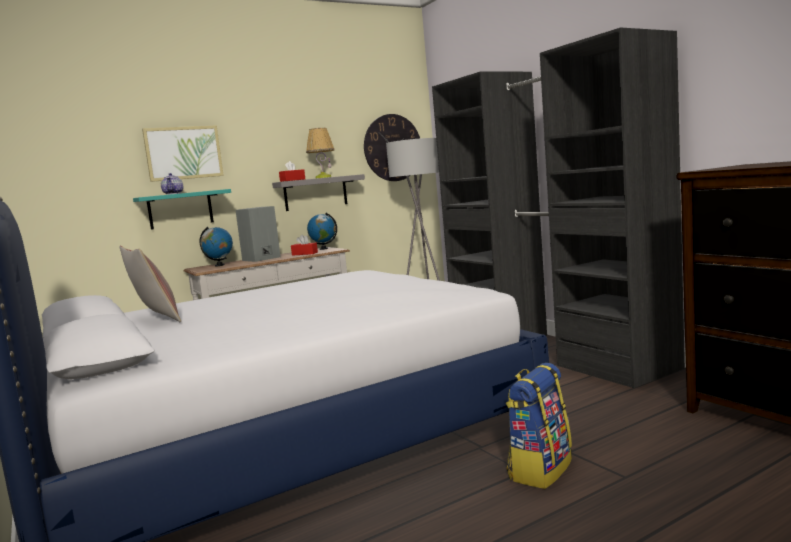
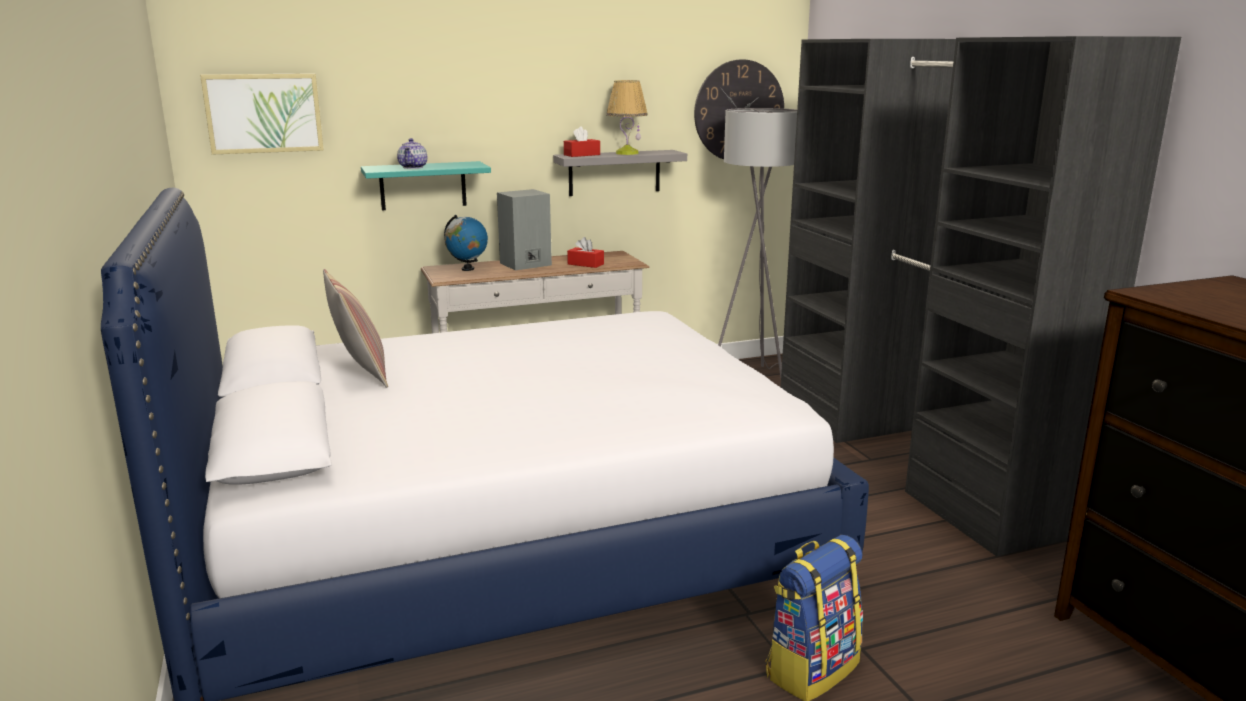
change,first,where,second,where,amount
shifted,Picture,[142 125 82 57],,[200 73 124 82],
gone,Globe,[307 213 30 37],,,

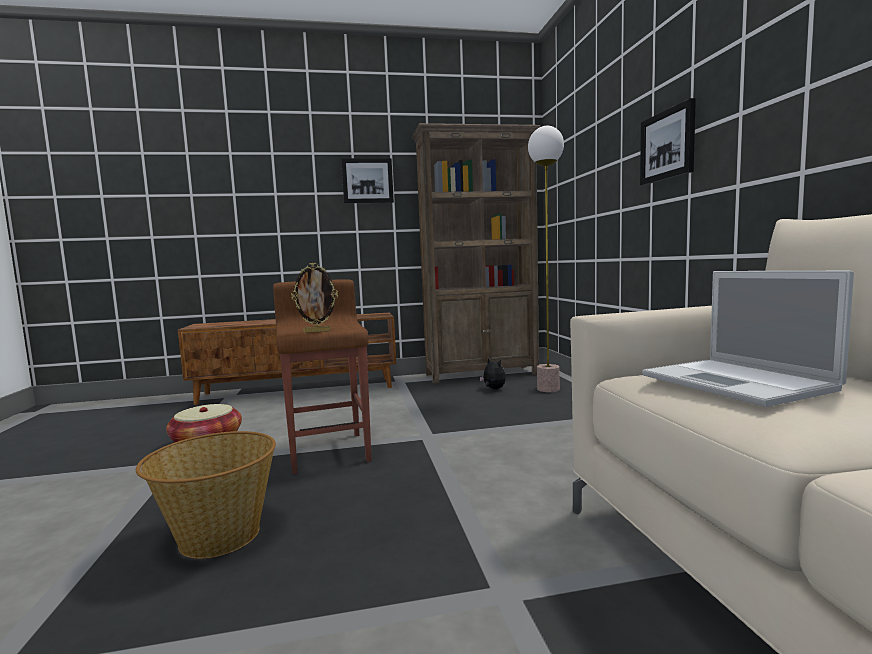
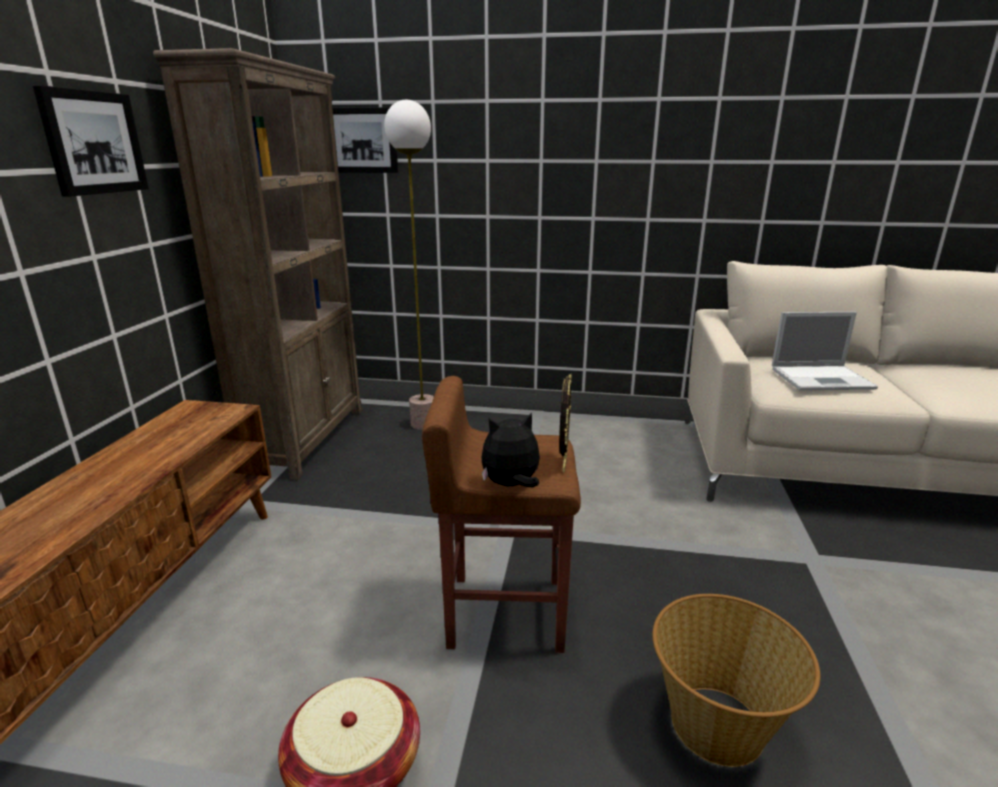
change,first,where,second,where,amount
shifted,Picture,[640 98 56 87],,[332 107 66 66],
shifted,PlushToy,[480 357 26 32],,[482 412 58 75],

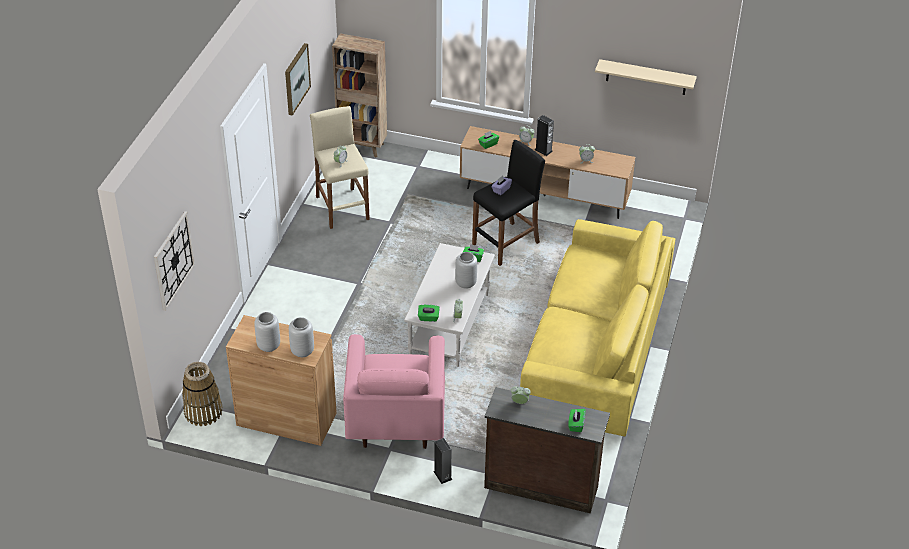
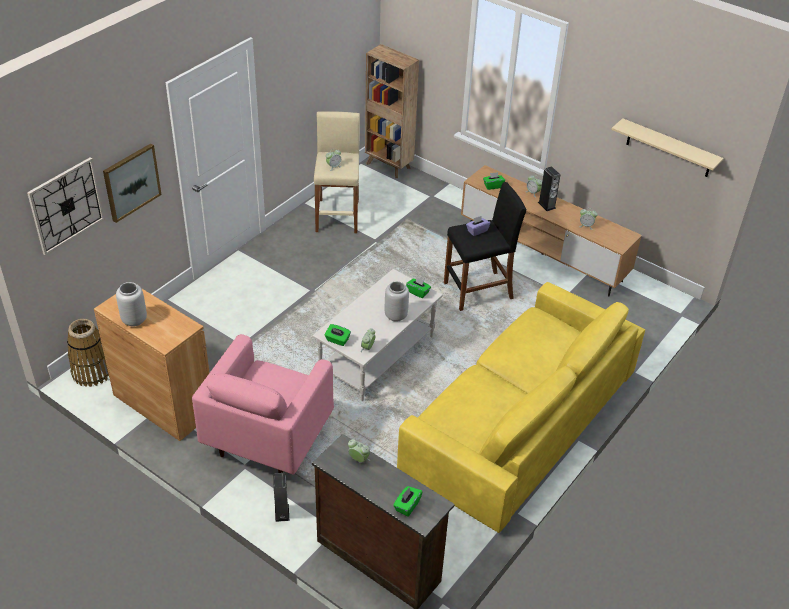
change,first,where,second,where,amount
shifted,Picture,[285 43 26 73],,[103 143 59 80],
gone,GreyVase,[289 317 25 40],,,

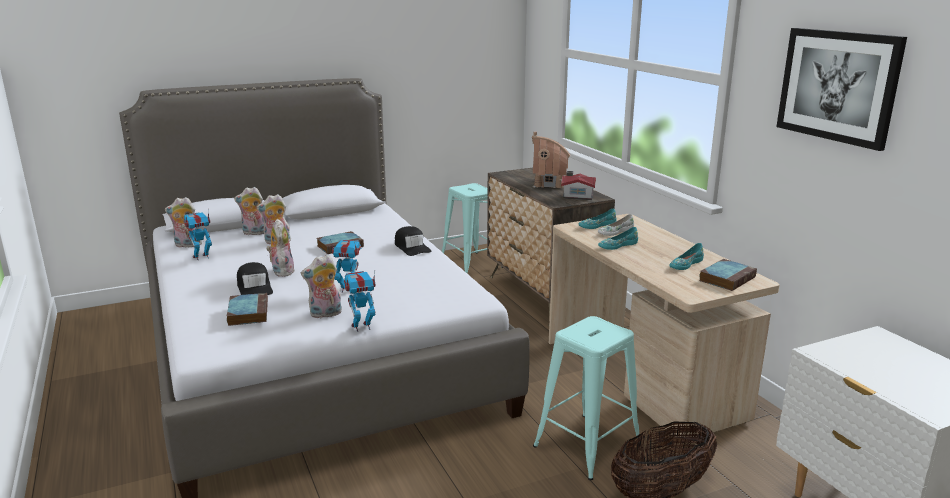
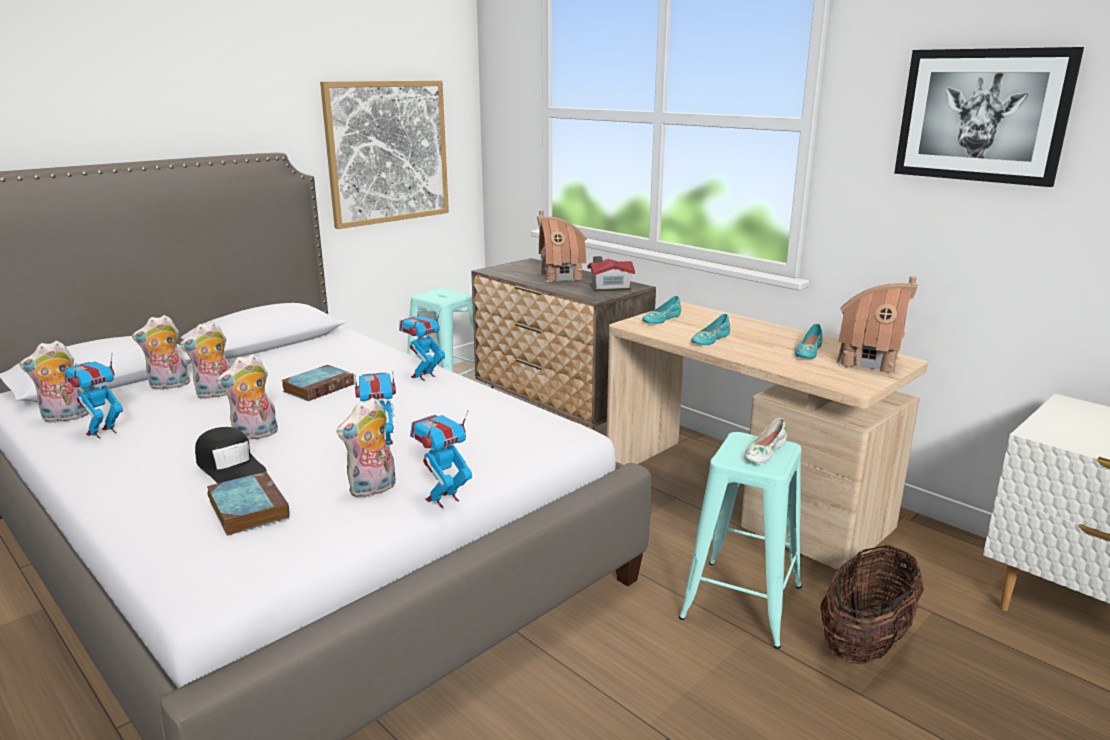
change,first,where,second,where,amount
rotated,PlushToy,[266 219 29 58],,[216 354 62 87],90 degrees counterclockwise
new,,,Picture,[320 81 129 148],
swapped,BlackCap,[395 226 36 30],ToyRobot,[399 309 46 72],
shifted,WhiteShoe,[598 214 36 22],,[744 418 43 45],
swapped,Book,[699 259 58 32],ToyHouse,[836 276 82 97],

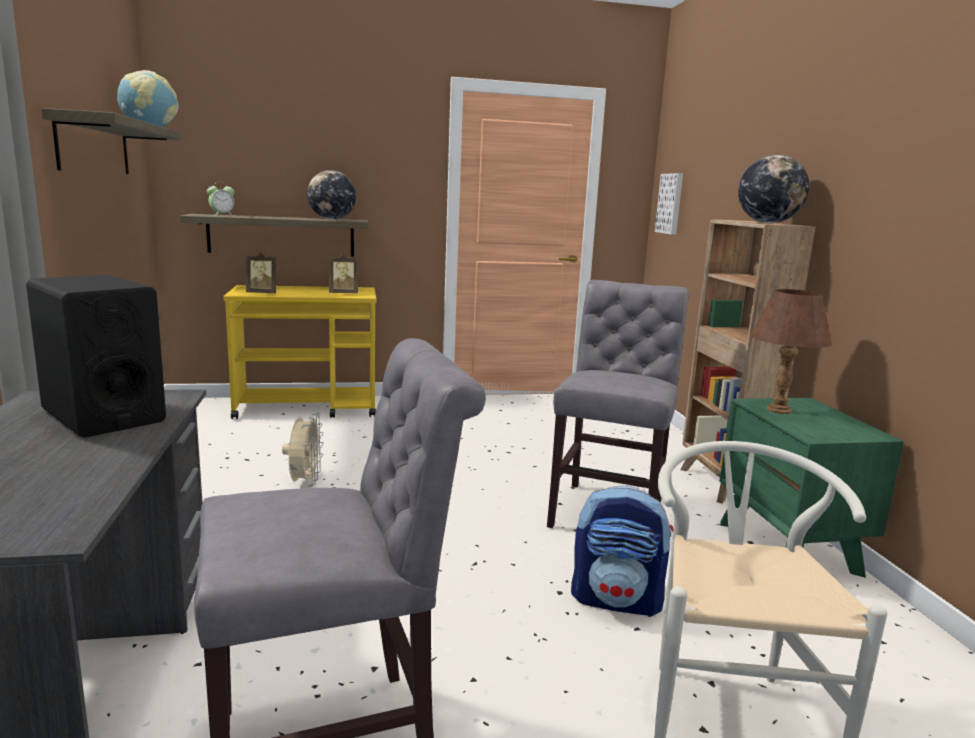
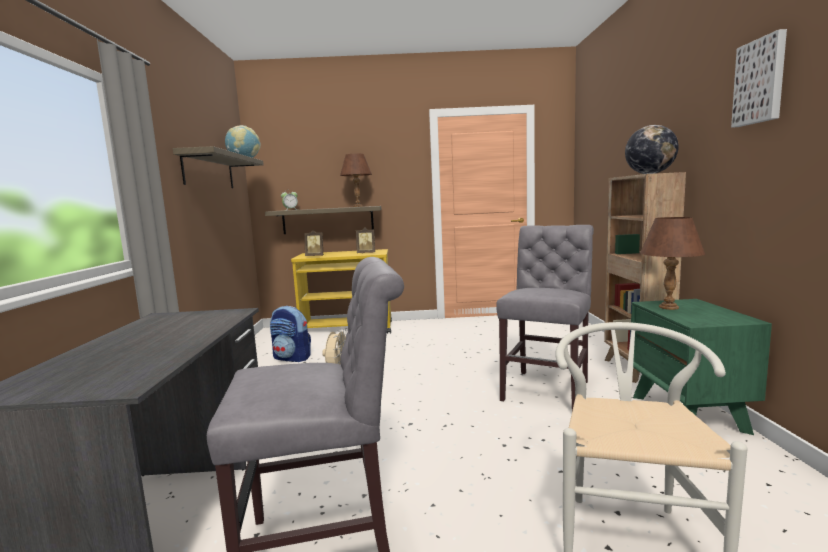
change,first,where,second,where,amount
shifted,Backpack,[571 486 103 131],,[270 306 41 56],
swapped,Globe,[307 170 49 50],BrownTableLamp,[340 154 32 53],
shifted,Picture,[655 173 28 62],,[731 29 56 99],
gone,BlackSpeaker,[26 275 140 163],,,

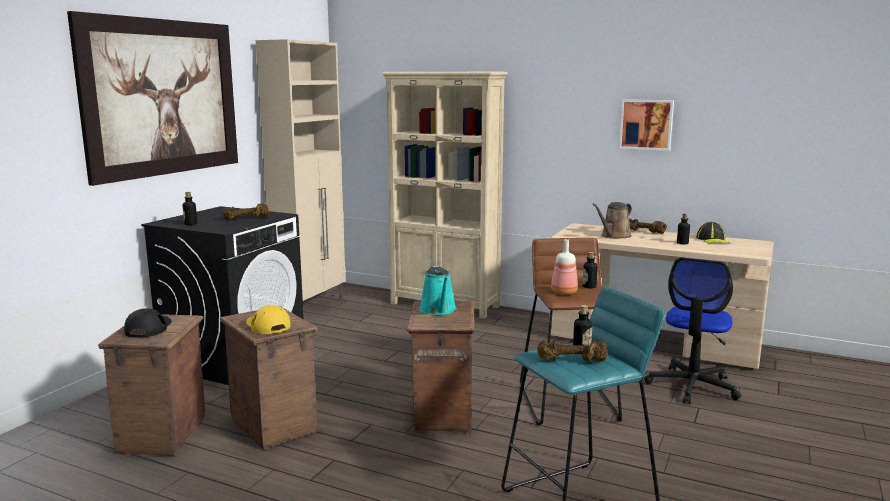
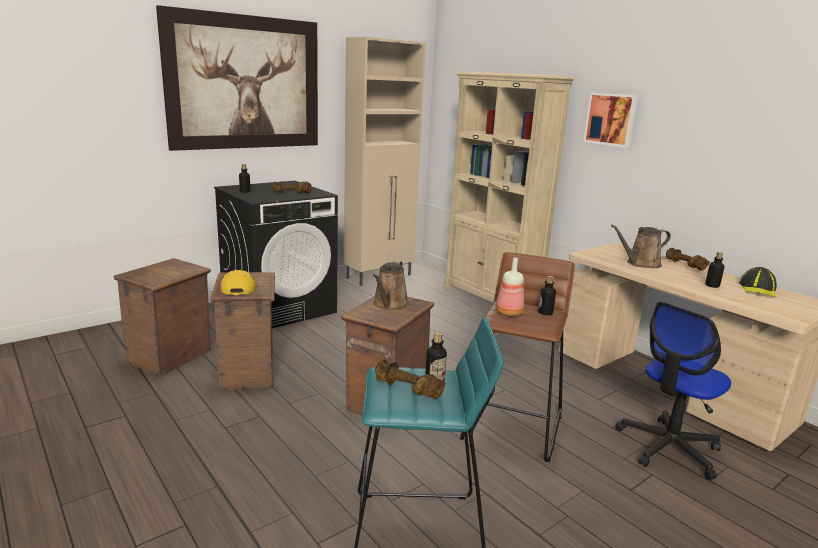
change,first,where,second,where,amount
repainted,TurquoiseWateringCan,[419 266 37 49],BrownWateringCan,[373 261 36 49],
shifted,Picture,[619 99 55 52],,[583 92 55 56],
gone,BlackCap,[124 308 48 30],,,

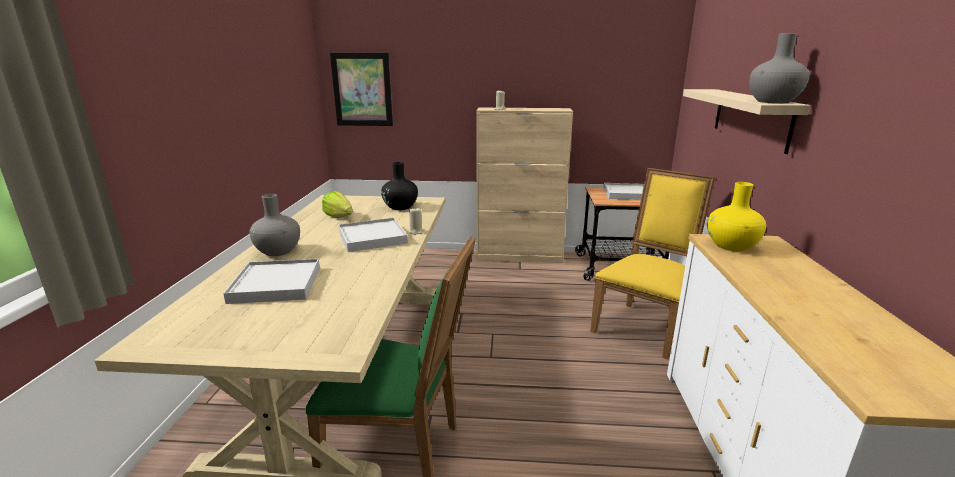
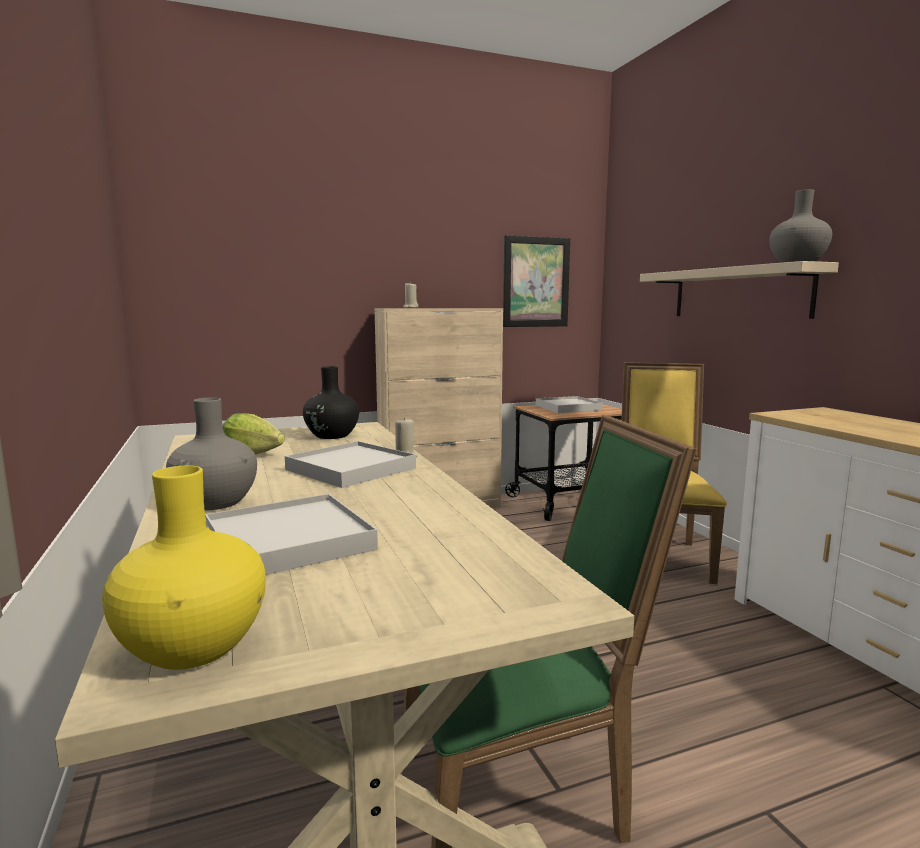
change,first,where,second,where,amount
shifted,YellowVase,[707 182 59 69],,[102 466 164 204],
shifted,Picture,[330 53 63 73],,[503 235 67 92],

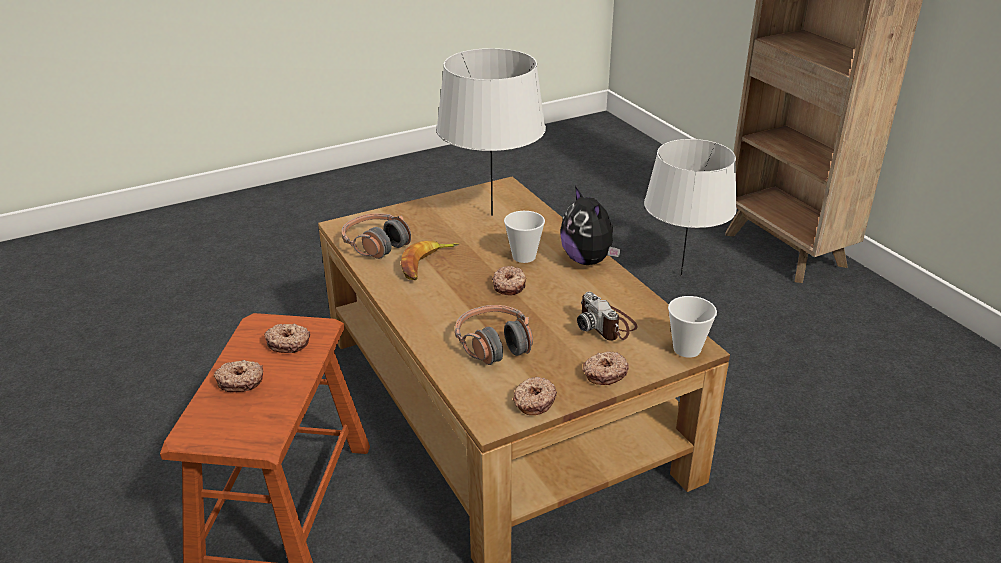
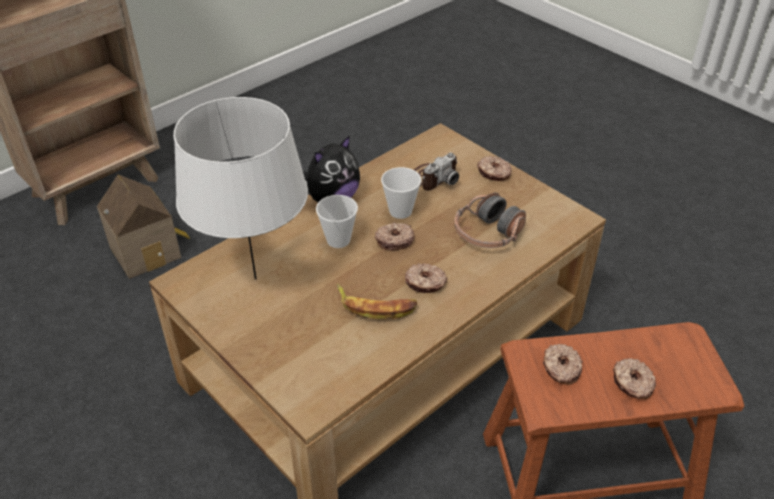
change,first,where,second,where,amount
swapped,WhiteTableLamp,[644 139 93 137],ToyHouse,[97 175 93 104],
shifted,Cup,[668 296 49 62],,[381 167 40 52],
shifted,Donut,[513 376 44 39],,[405 263 42 30],
gone,Headphones,[342 213 69 46],,,

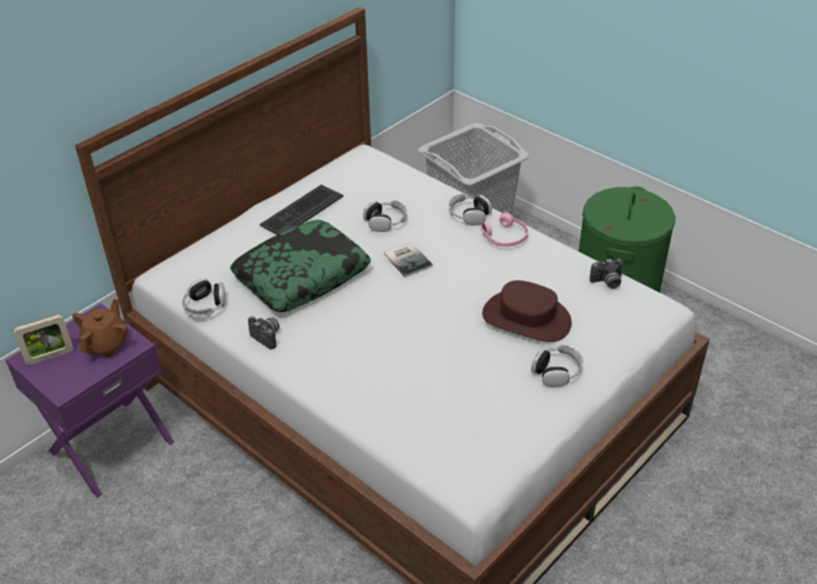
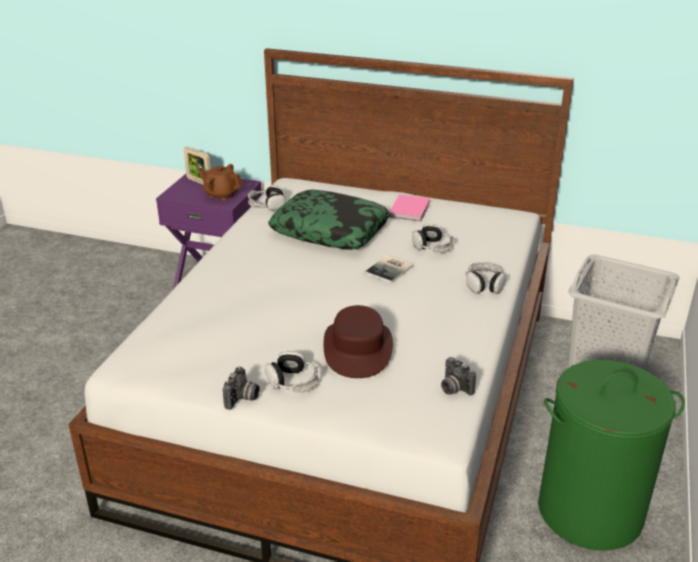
change,first,where,second,where,amount
rotated,BrownTeapot,[72 299 56 58],,[198 164 45 37],150 degrees counterclockwise
shifted,PhotoCamera,[248 316 32 33],,[223 367 37 43],
swapped,Keyboard,[260 185 83 50],PinkBook,[389 194 41 28],
gone,PinkHeadphones,[481 212 48 35],,,

